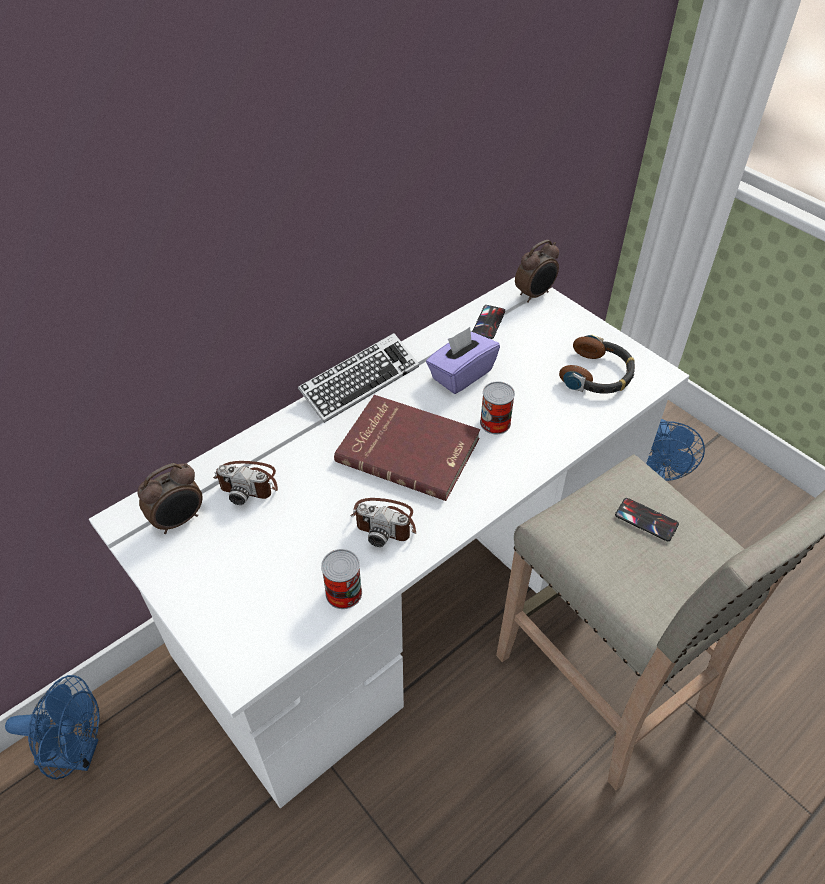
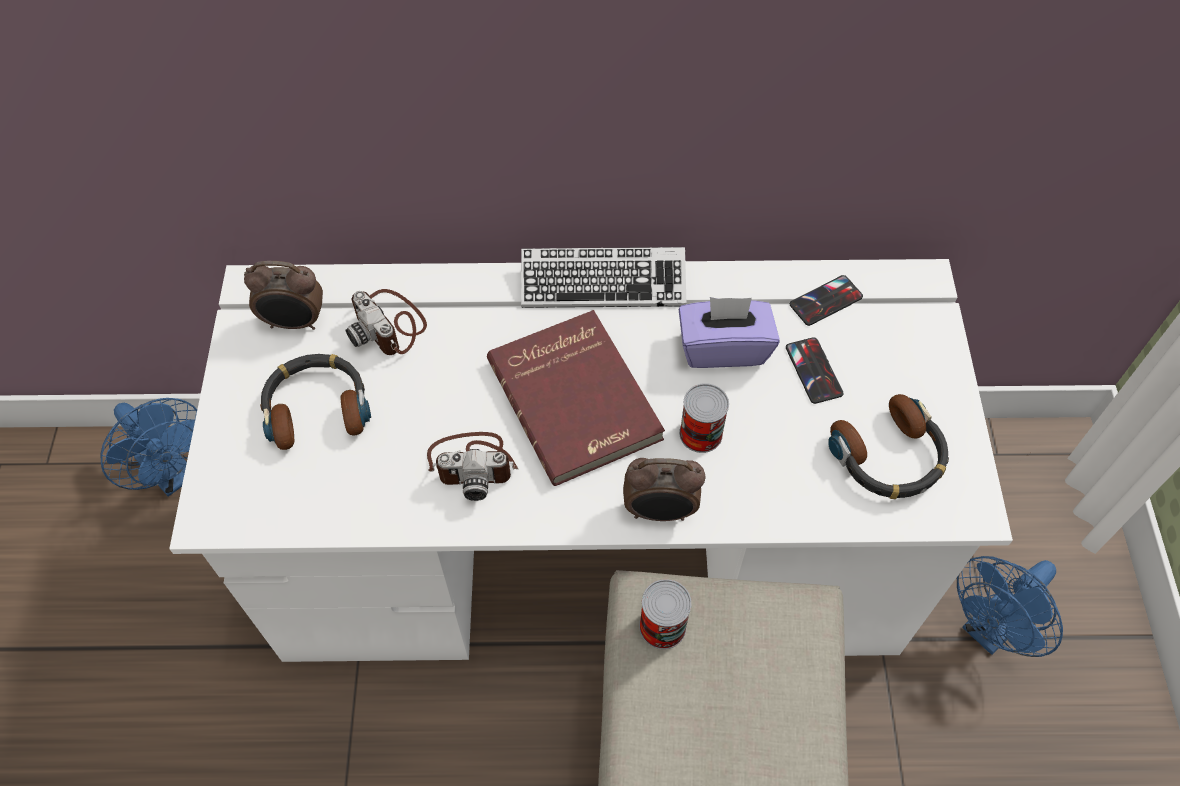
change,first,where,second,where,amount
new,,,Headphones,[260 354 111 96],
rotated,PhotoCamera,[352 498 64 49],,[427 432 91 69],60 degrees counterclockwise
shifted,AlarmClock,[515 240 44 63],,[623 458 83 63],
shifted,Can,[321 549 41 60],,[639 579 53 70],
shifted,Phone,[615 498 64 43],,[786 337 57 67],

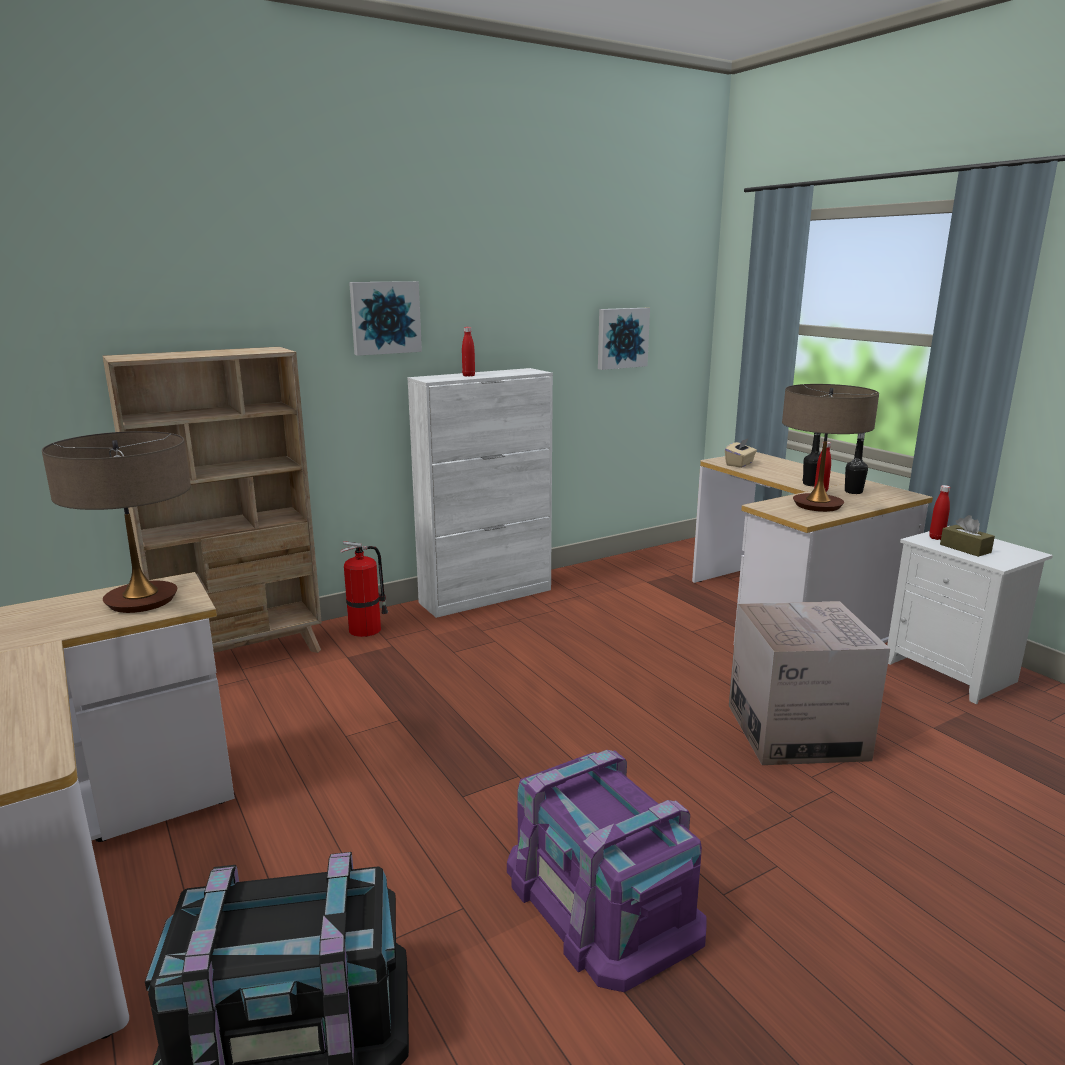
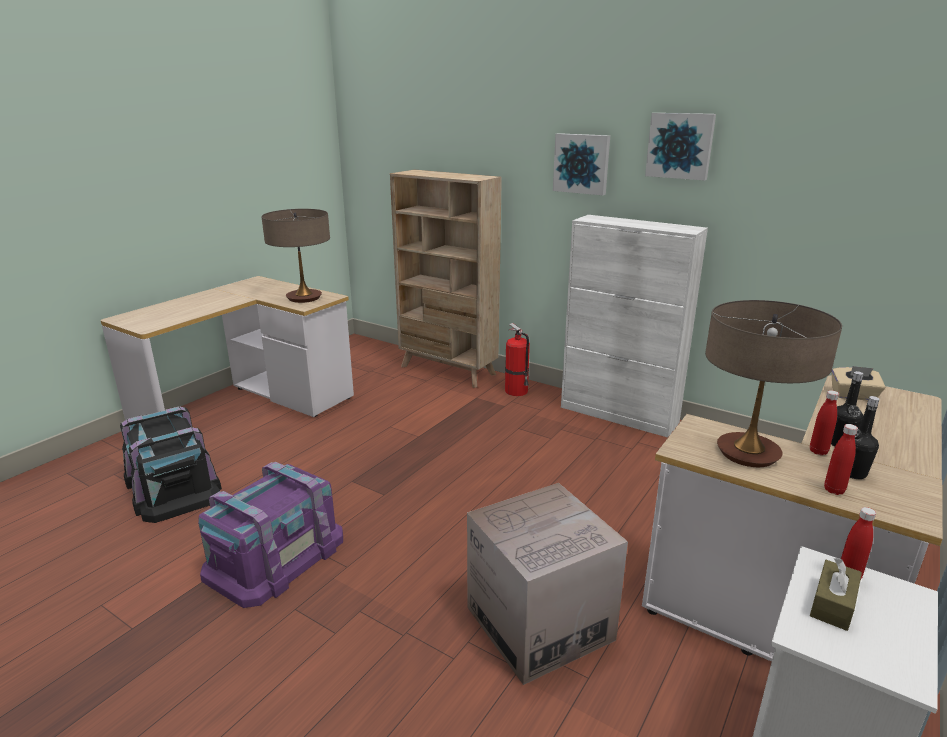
change,first,where,second,where,amount
shifted,Picture,[598 308 52 62],,[645 113 71 68],
shifted,RedBottle,[462 327 13 50],,[824 424 34 71],

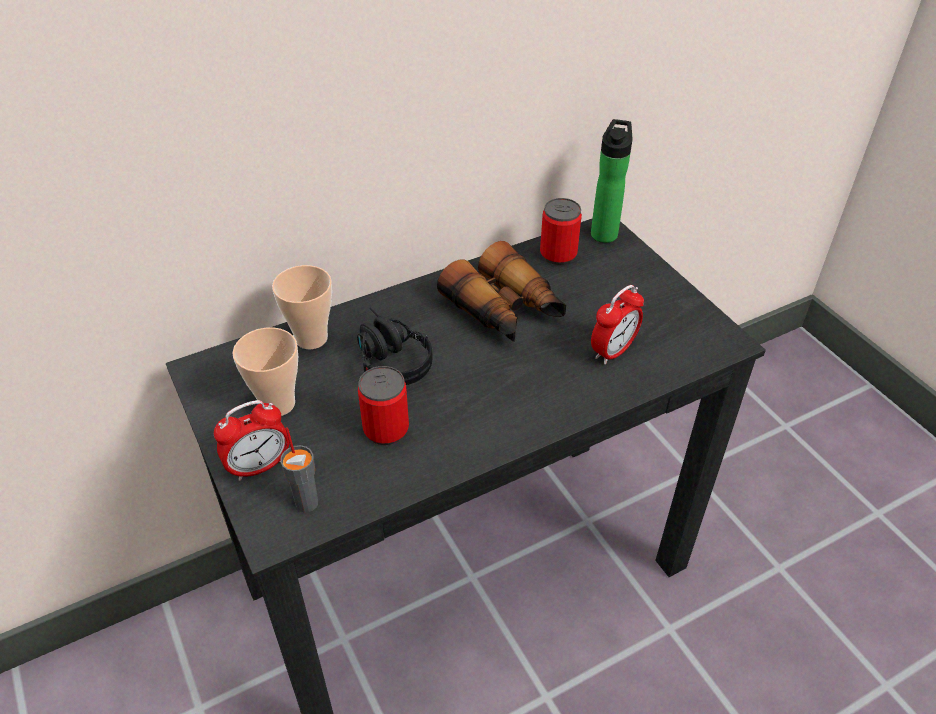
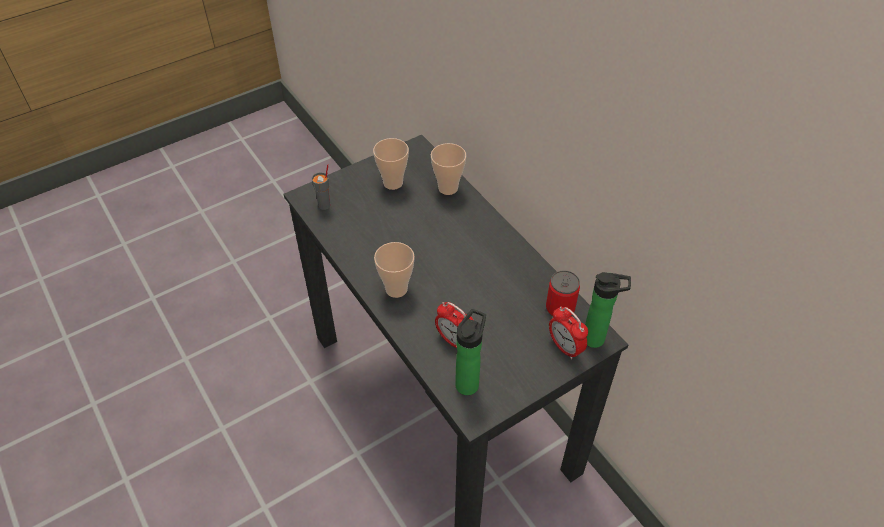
change,first,where,second,where,amount
new,,,Cup,[374 242 41 56],
new,,,Bottle,[455 309 31 86],
shifted,AlarmClock,[214 400 75 81],,[549 306 39 53],
gone,BlackHeadphones,[357 308 75 77],,,
gone,Can,[358 366 51 79],,,
gone,Binoculars,[437 241 129 101],,,

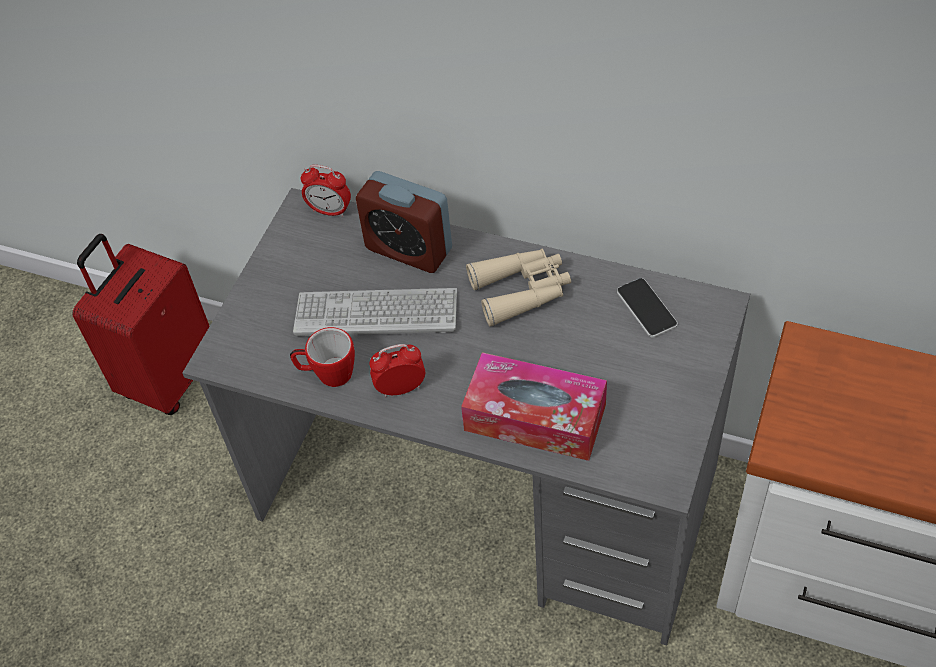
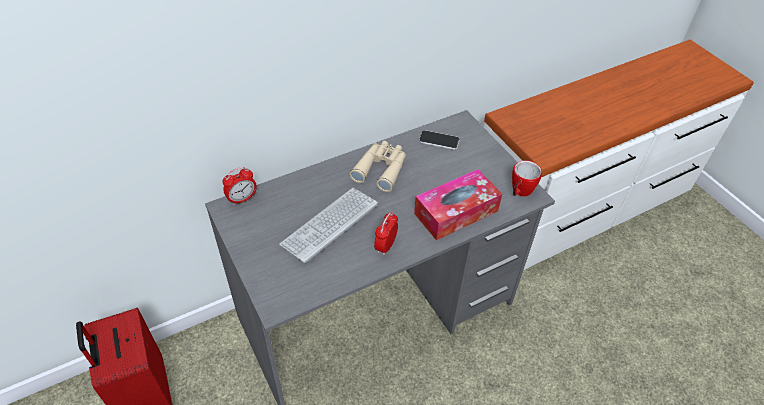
change,first,where,second,where,amount
shifted,Mug,[290 327 65 60],,[512 160 30 36],
gone,AlarmClock,[356 171 96 102],,,

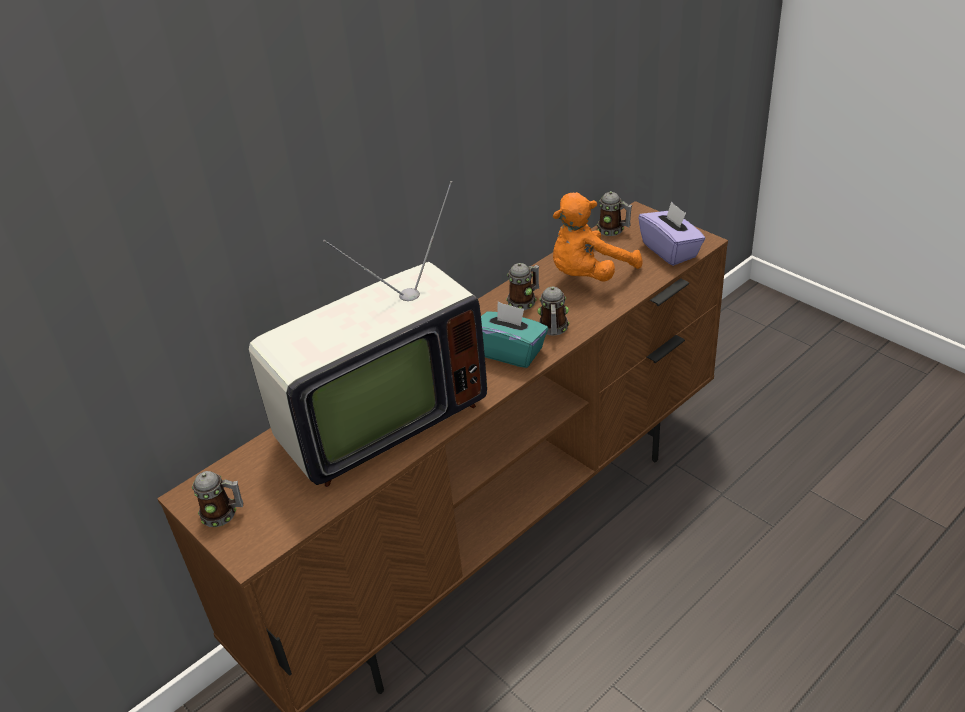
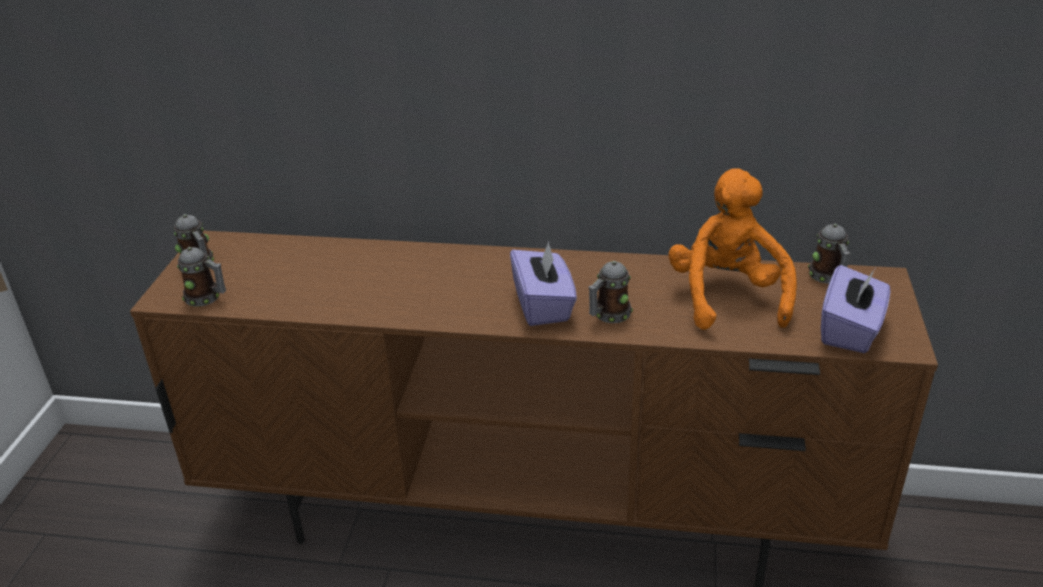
change,first,where,second,where,amount
shifted,Mug,[506 263 33 47],,[177 247 49 59],
repainted,TurquoiseTissueBox,[481 301 67 67],PurpleTissueBox,[510 241 67 85],
rotated,OrangePlushToy,[553 192 89 89],,[668 168 129 162],75 degrees clockwise
gone,Television,[248 181 239 306],,,

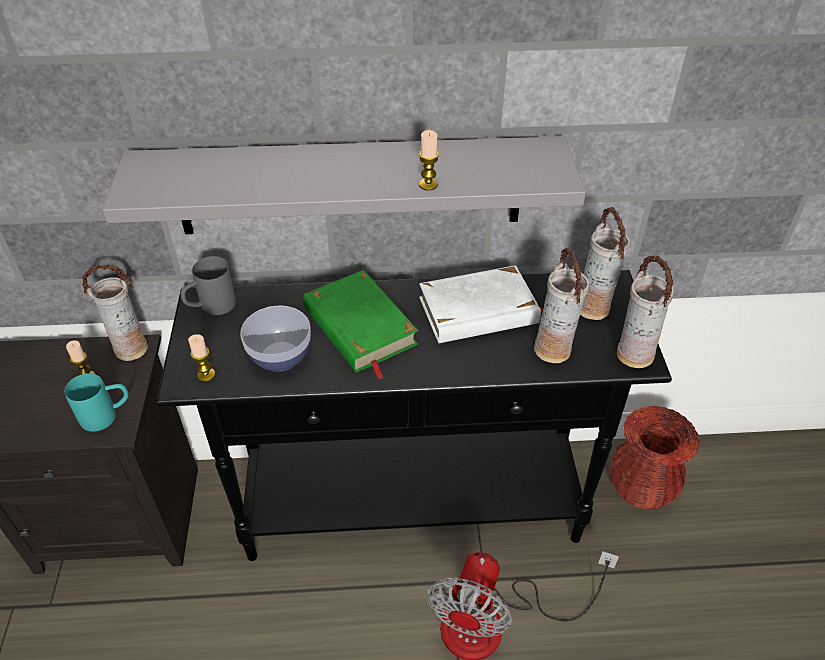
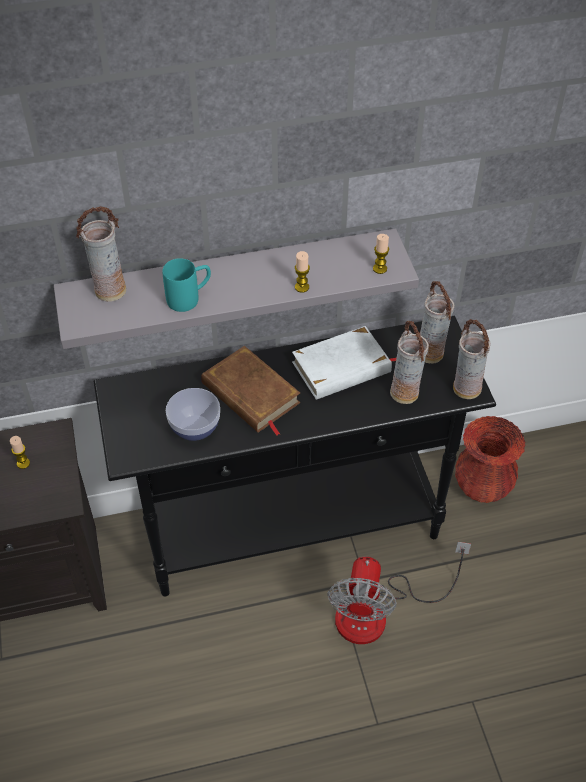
change,first,where,second,where,amount
shifted,Vase,[82 264 66 97],,[76 206 50 96],
shifted,TurquoiseMug,[65 373 64 59],,[163 258 48 54],
repainted,GreenBook,[303 270 115 109],BrownBook,[201 346 99 90],
shifted,Candle,[188 334 27 48],,[373 234 16 40],
gone,GreyMug,[181 256 56 59],,,

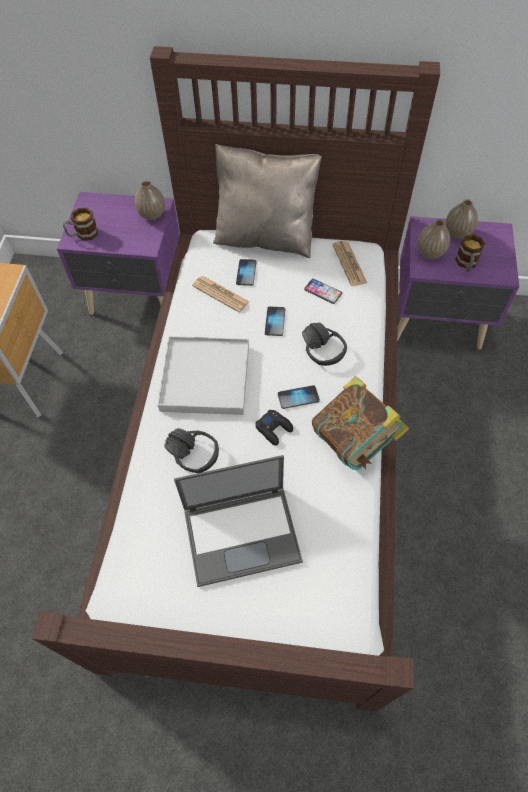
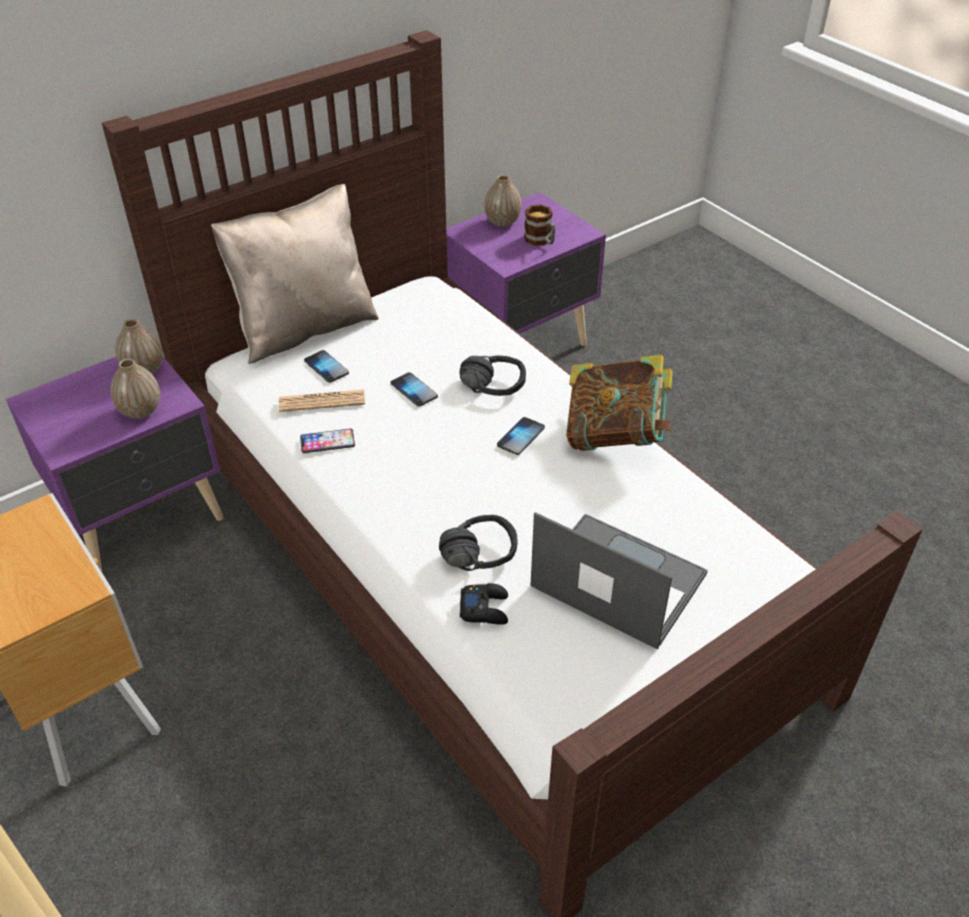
change,first,where,second,where,amount
shifted,Vase,[418 219 32 40],,[110 359 50 60],
shifted,Phone,[304 278 38 26],,[300 428 55 25],
shifted,BlackGameController,[255 410 38 36],,[460 583 48 42],
rotated,Laptop,[174 455 129 132],,[530 512 178 137],90 degrees counterclockwise
gone,Mug,[63 208 35 33],,,
gone,WhiteTray,[158 336 91 79],,,
gone,Newspaper,[332 241 35 45],,,

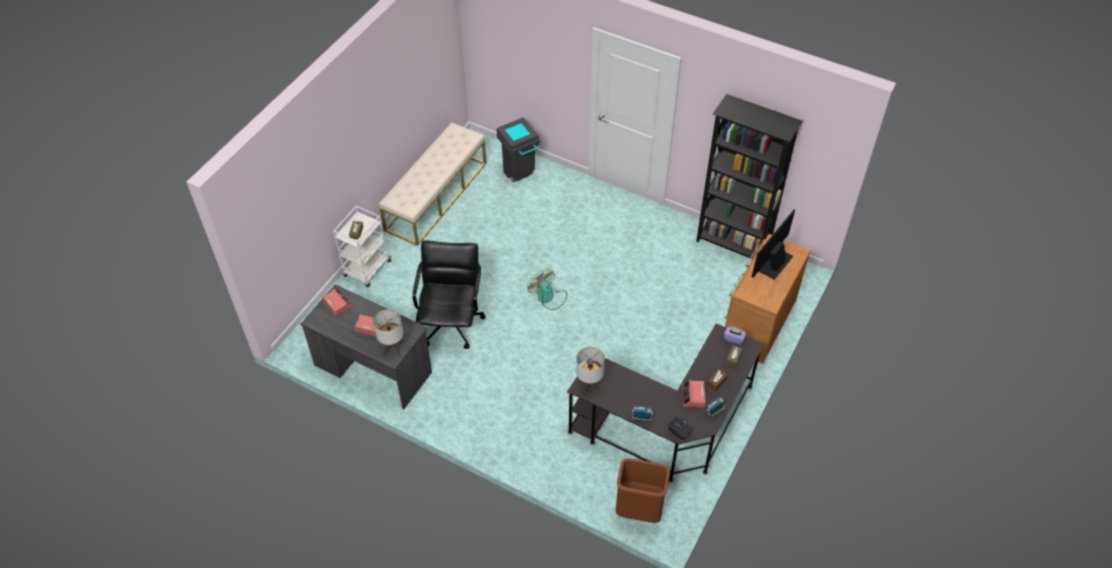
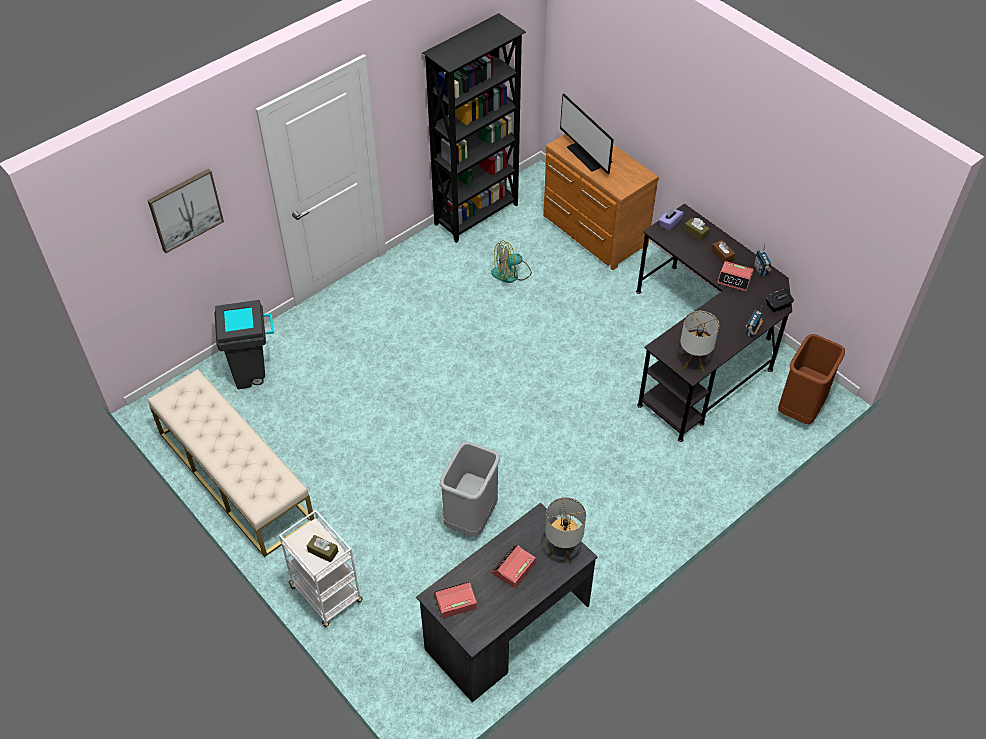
change,first,where,second,where,amount
new,,,Picture,[148 169 76 84],
swapped,BlackOfficeChair,[412 240 74 109],GreyTrashCan,[440 442 60 95],
shifted,Fan,[527 269 40 41],,[491 241 41 42],

